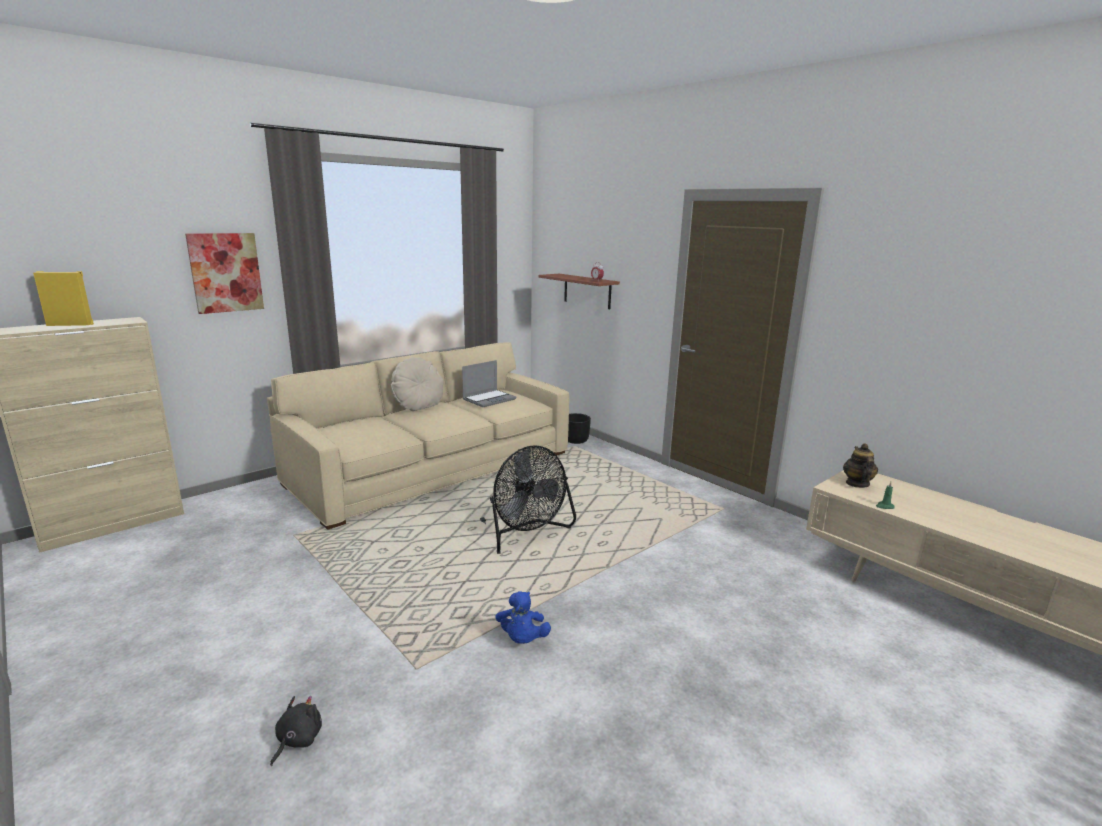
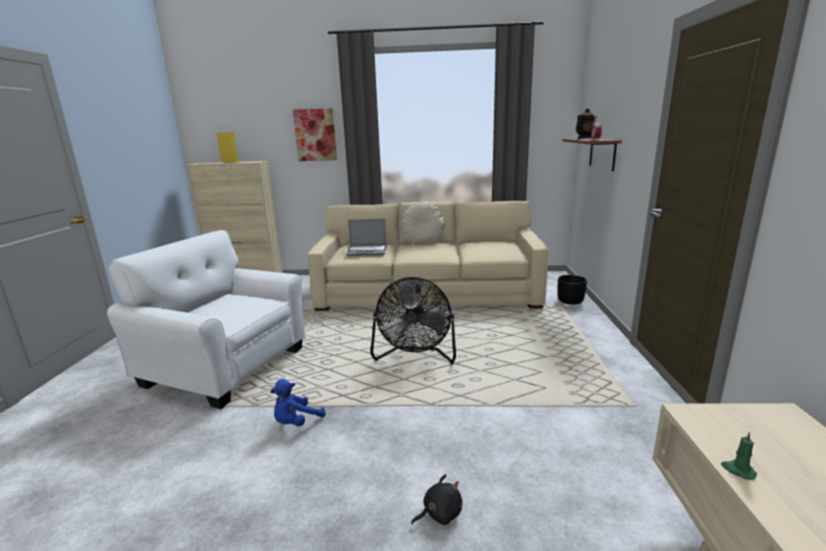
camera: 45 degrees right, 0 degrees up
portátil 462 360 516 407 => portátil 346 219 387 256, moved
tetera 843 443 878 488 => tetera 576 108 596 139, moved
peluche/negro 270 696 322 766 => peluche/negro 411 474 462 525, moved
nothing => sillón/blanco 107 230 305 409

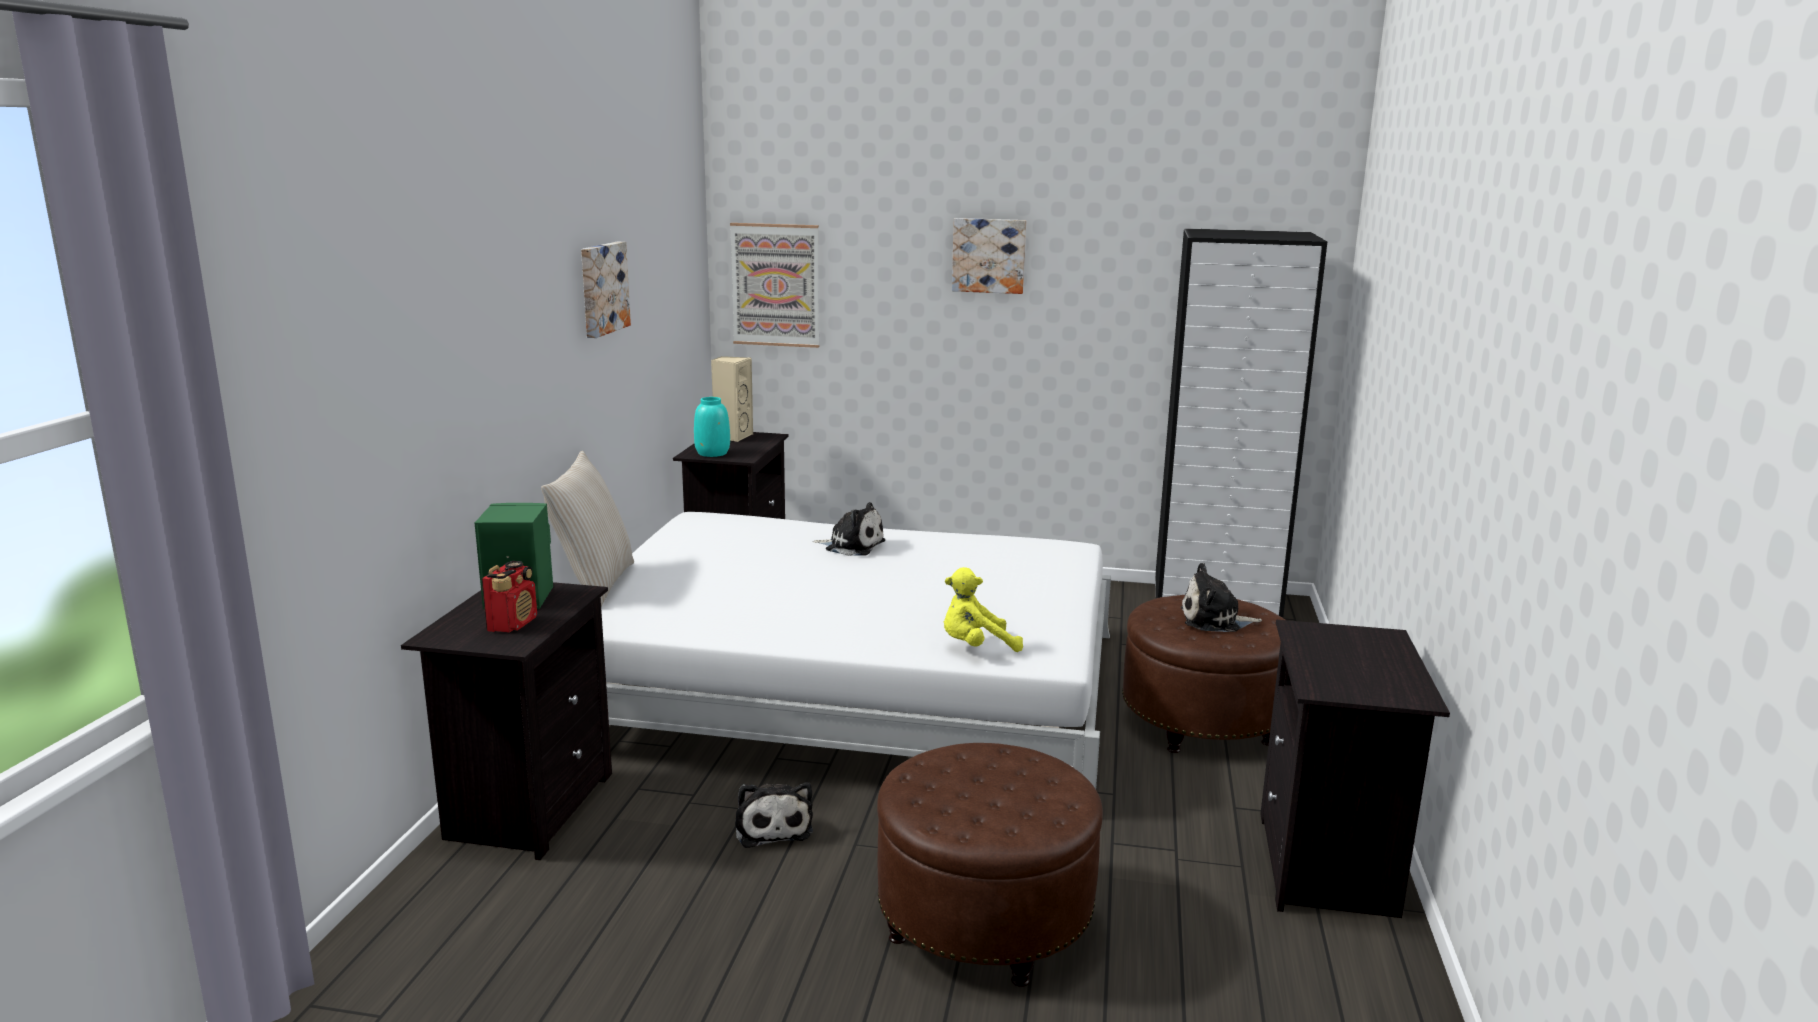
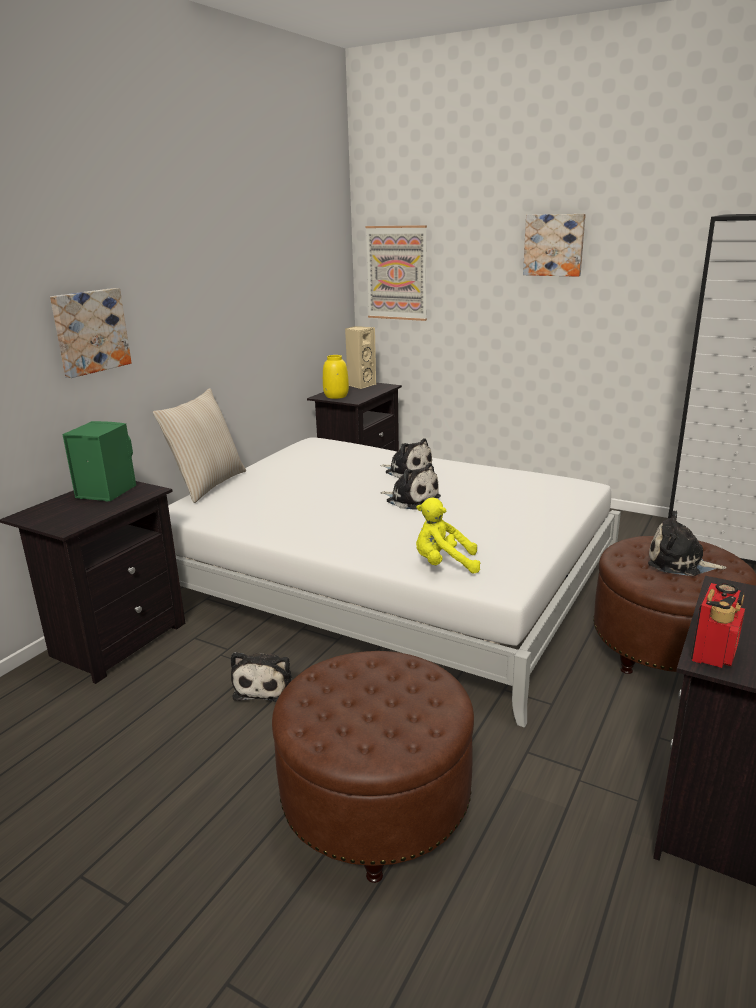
camera: 20 degrees right, 5 degrees up
cuadro 581 242 631 338 => cuadro 50 288 132 378, moved
florero/turquesa 694 397 730 457 => florero/amarillo 323 355 349 399
radio 482 561 537 633 => radio 691 582 745 668, moved
nothing => peluche 380 463 441 510

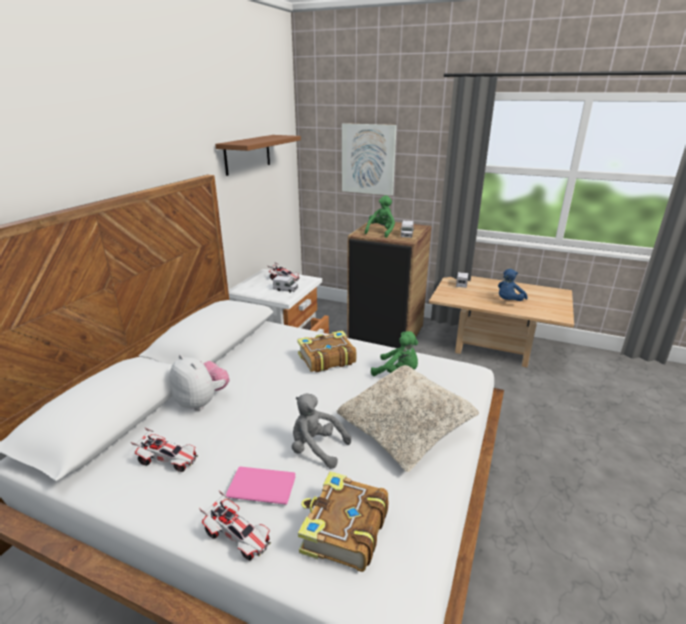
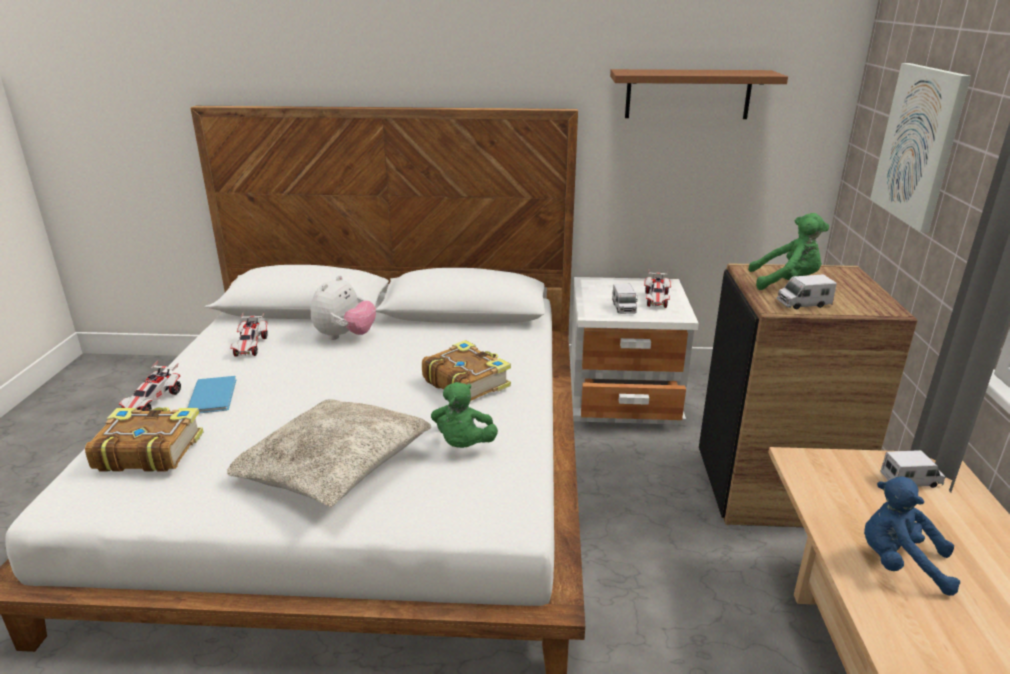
camera: 70 degrees right, 0 degrees up
peluche/gris 292 393 351 469 => nothing
libro/rosa 226 467 296 505 => libro/azul 188 376 236 413

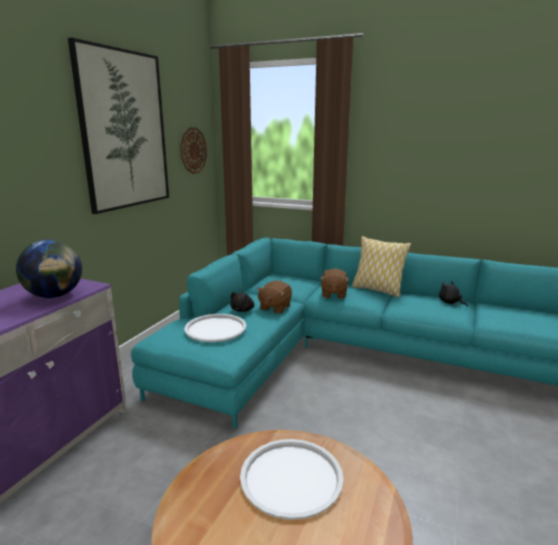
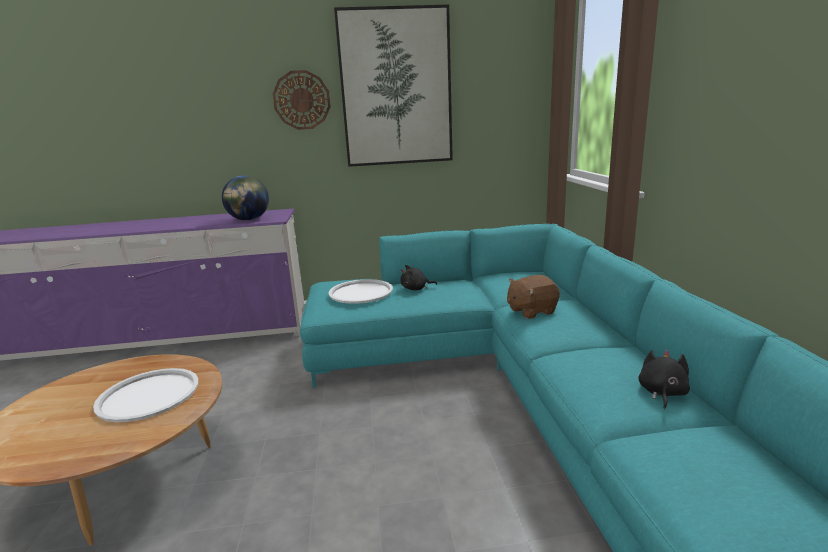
camera: 60 degrees right, 0 degrees up
reloj de pared 180 127 207 174 => reloj de pared 273 70 331 130, moved
cojín 352 236 411 298 => nothing
peluche/marrón 257 280 292 314 => nothing

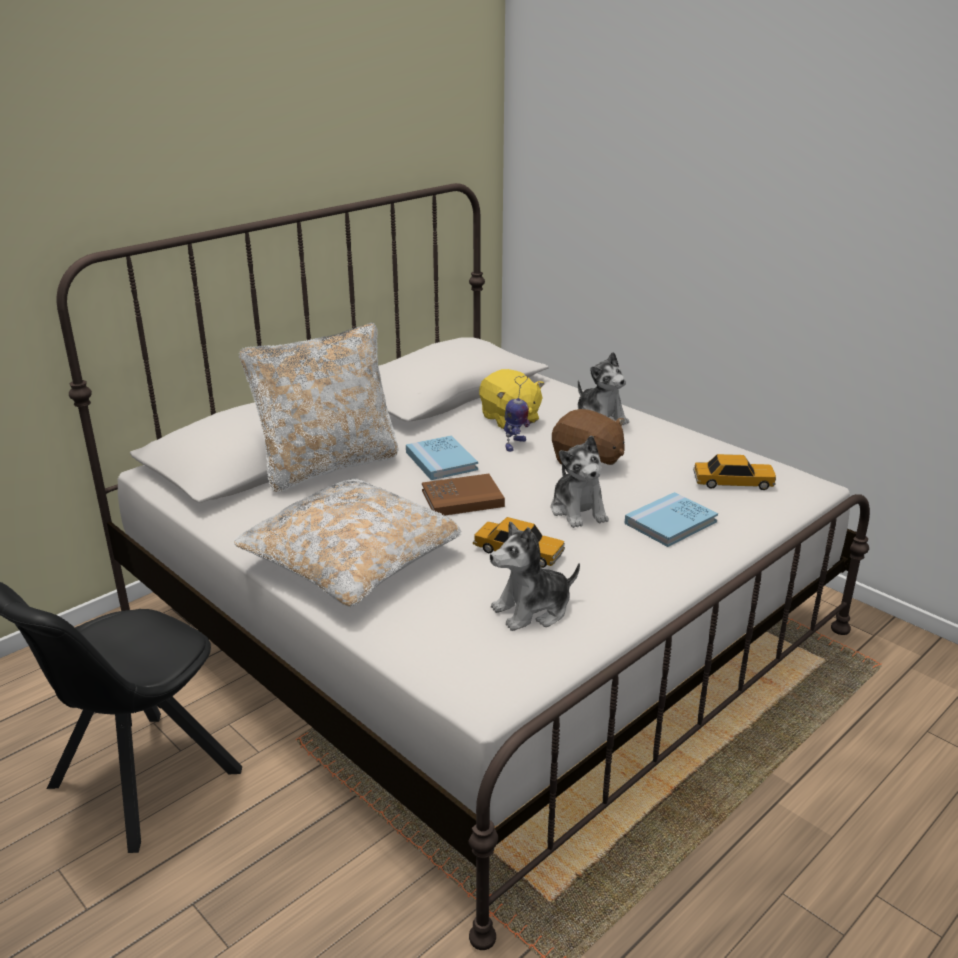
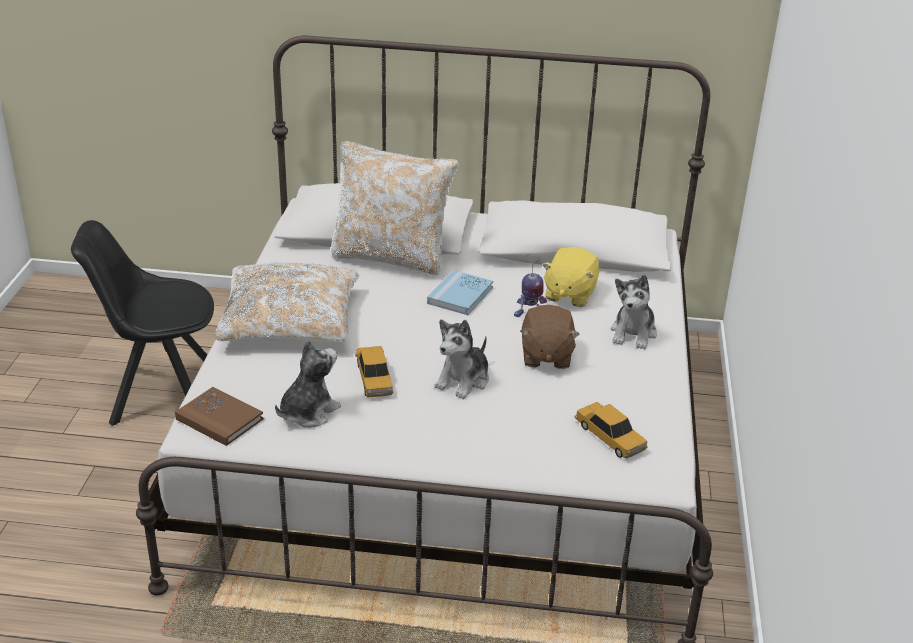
camera: 50 degrees right, 5 degrees up
libro/marrón 422 474 505 515 => libro/marrón 175 387 264 446, moved
libro/azul 624 492 718 547 => nothing
peluche 490 521 580 631 => peluche 275 340 341 428, 105 degrees clockwise

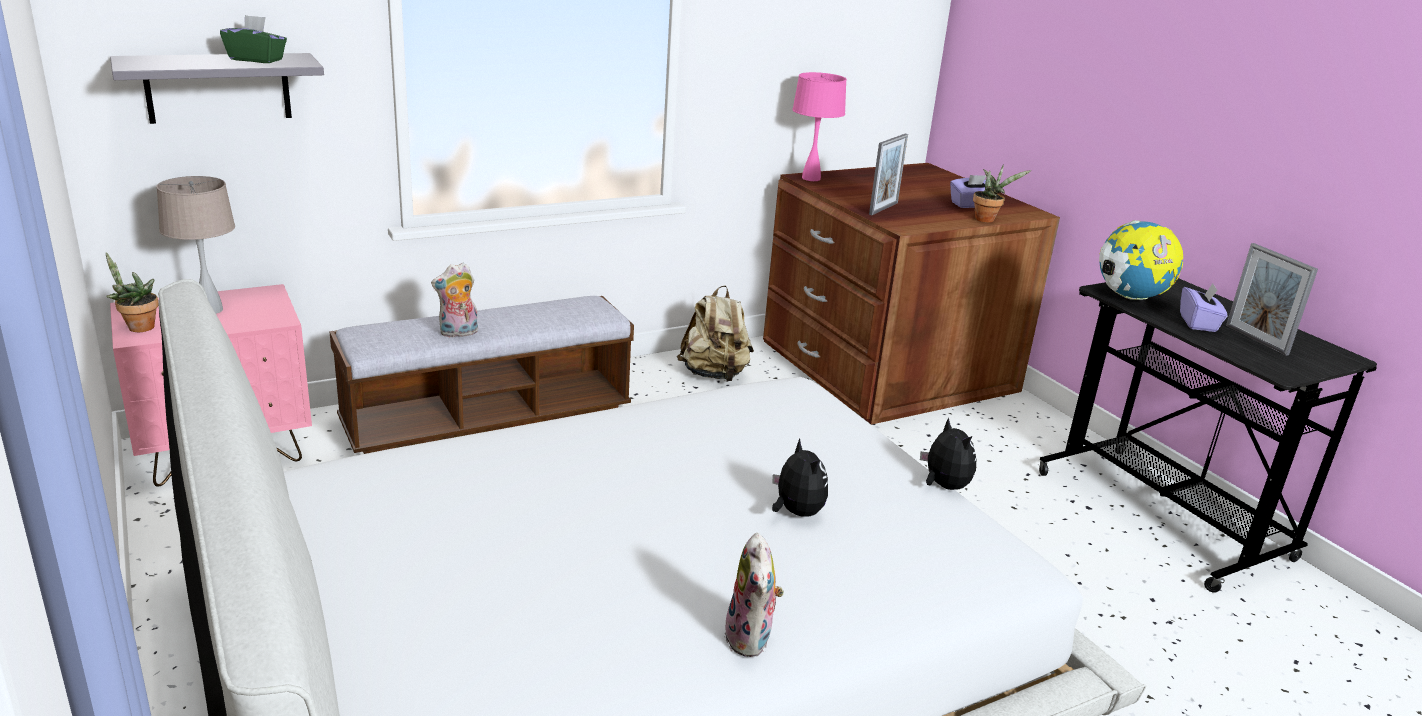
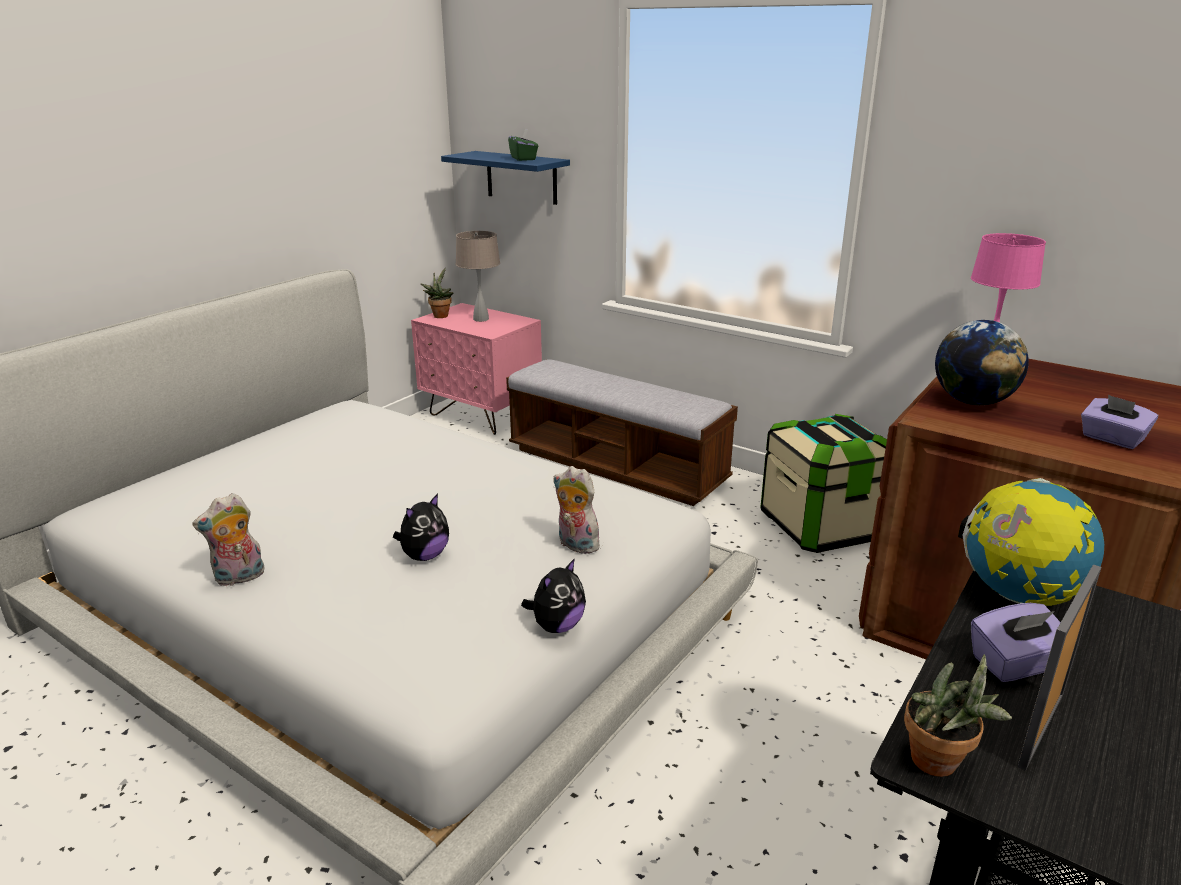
camera: 65 degrees right, 0 degrees up
estante/gris 110 53 324 124 => estante/azul 441 151 570 205
portarretratos 869 134 908 215 => globo terráqueo 935 320 1029 405
planta en maceta 973 164 1032 223 => planta en maceta 904 654 1012 777, moved
peluche 431 263 478 338 => peluche 553 466 600 554, moved
mochila/beis 677 285 754 382 => caja de almacenaje 760 414 887 553

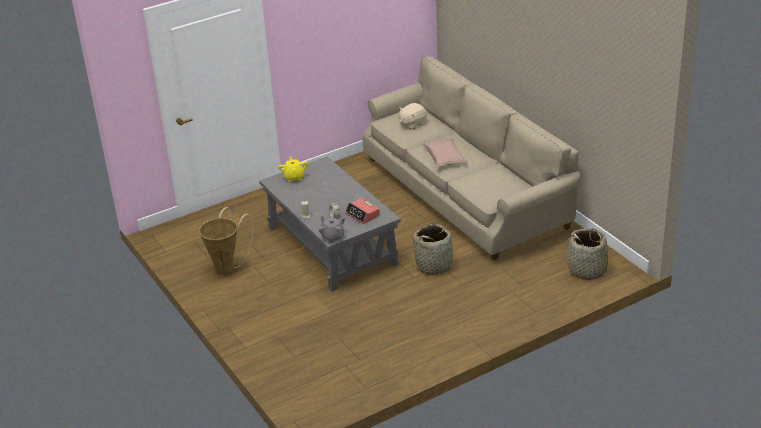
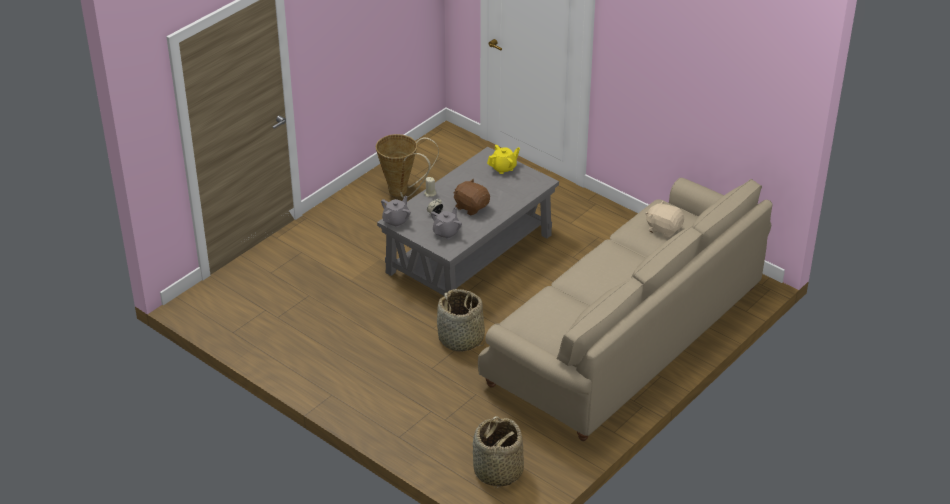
camera: 70 degrees right, 5 degrees up
cojín/beis 422 138 468 168 => nothing
despertador 345 198 380 224 => tetera/gris 431 207 462 239
nothing => peluche/marrón 454 179 490 216

